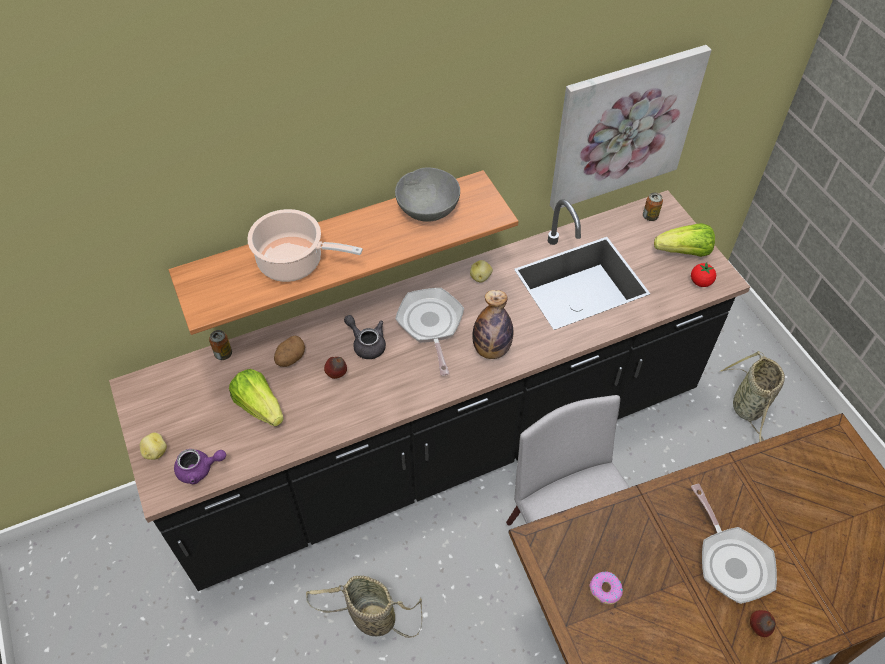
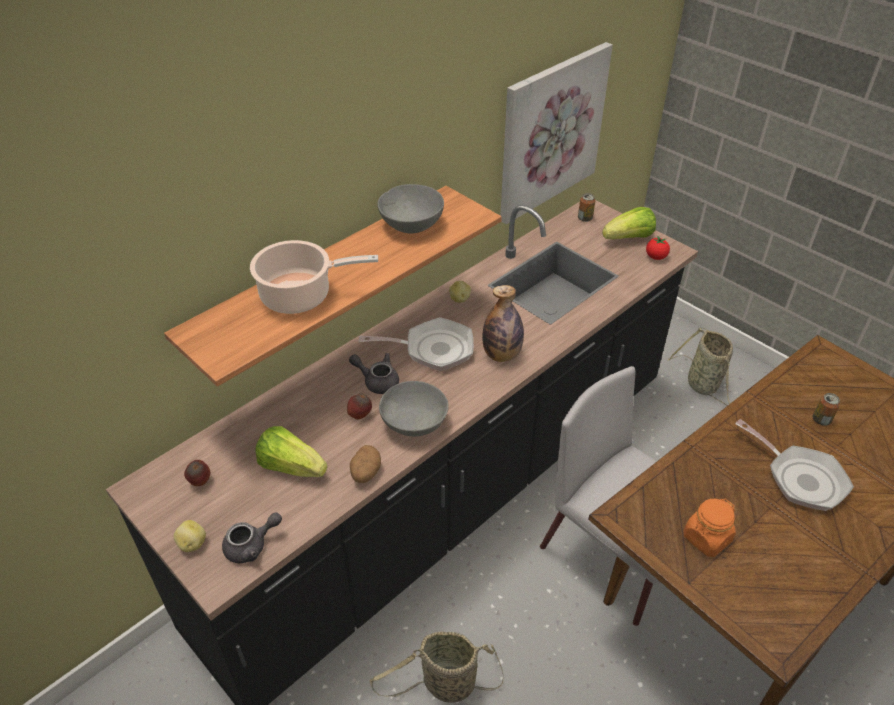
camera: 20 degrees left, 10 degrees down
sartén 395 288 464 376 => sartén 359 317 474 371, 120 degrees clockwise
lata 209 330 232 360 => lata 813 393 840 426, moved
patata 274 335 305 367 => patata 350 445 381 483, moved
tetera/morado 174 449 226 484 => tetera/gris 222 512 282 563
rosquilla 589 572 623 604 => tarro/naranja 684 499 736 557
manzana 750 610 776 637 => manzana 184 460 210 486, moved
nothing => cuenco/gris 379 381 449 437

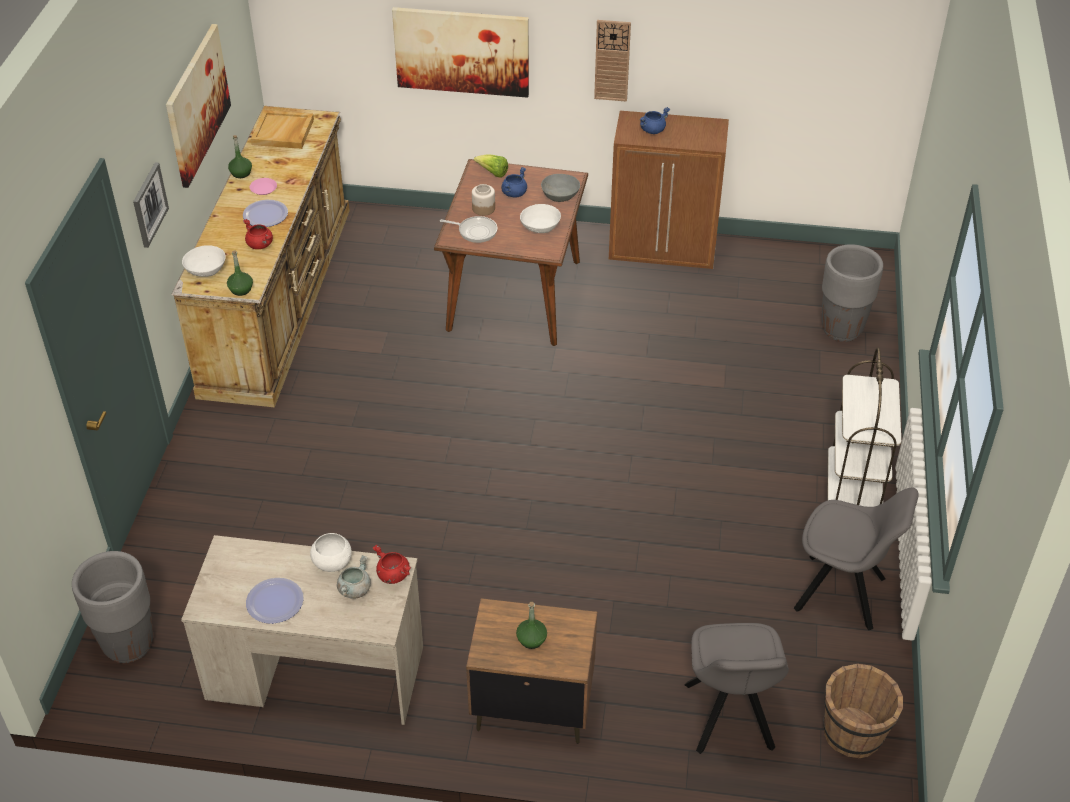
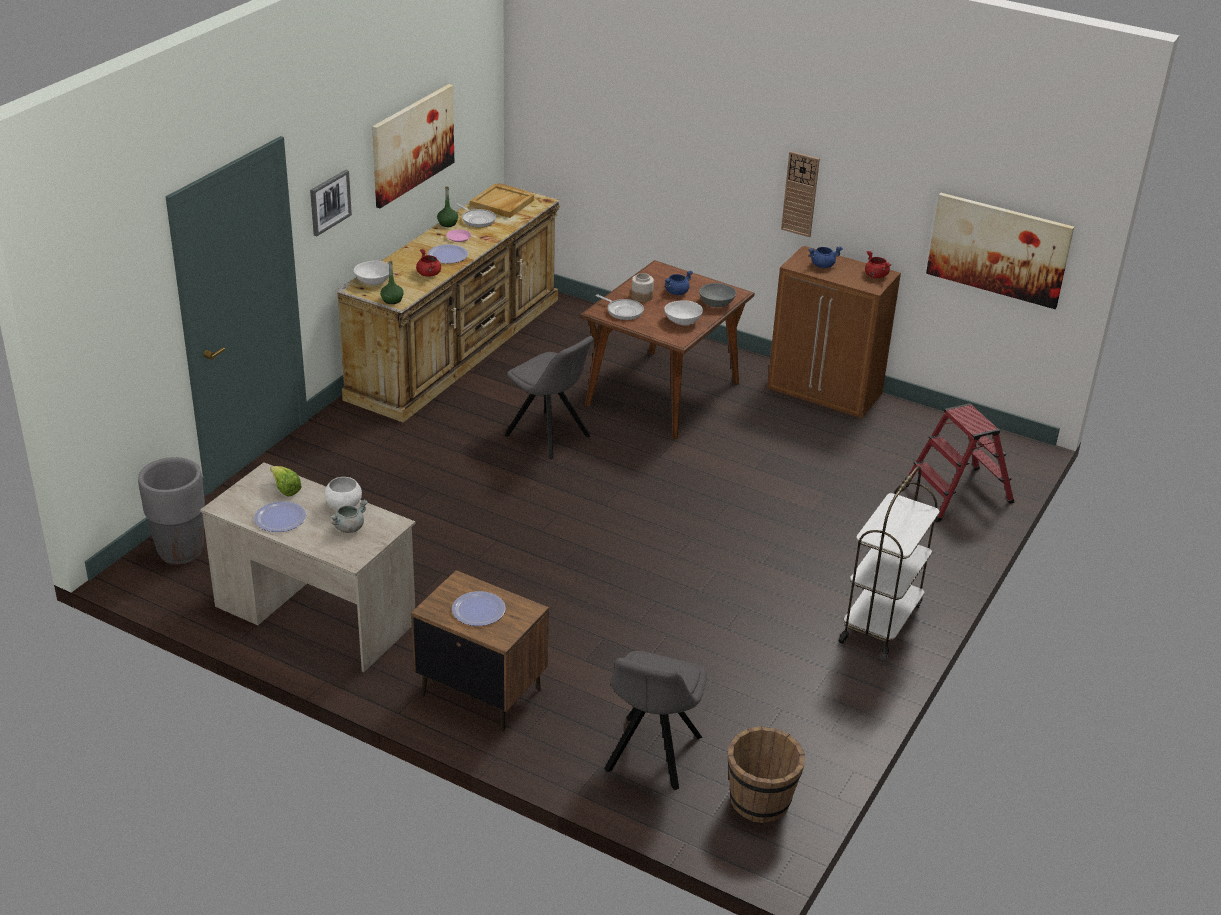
camera: 20 degrees right, 10 degrees down
cuadro 392 7 529 98 => cuadro 926 193 1074 309, moved
lechuga 474 155 508 178 => lechuga 270 466 302 496, moved
maceta/gris 822 244 883 342 => escalera de tijera/rojo 906 403 1015 522
silla/gris 794 487 919 630 => silla/gris 505 336 594 459, moved
olla/rojo 373 545 411 584 => olla/rojo 865 251 891 278, moved
botella/verde 516 602 547 649 => plato 452 591 506 626
nothing => sartén 456 203 496 227

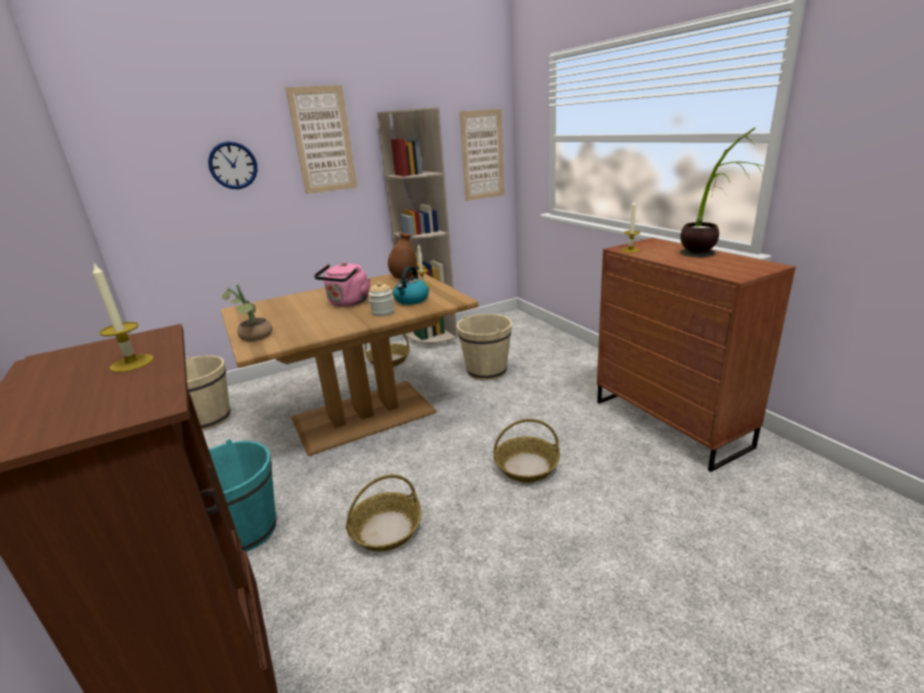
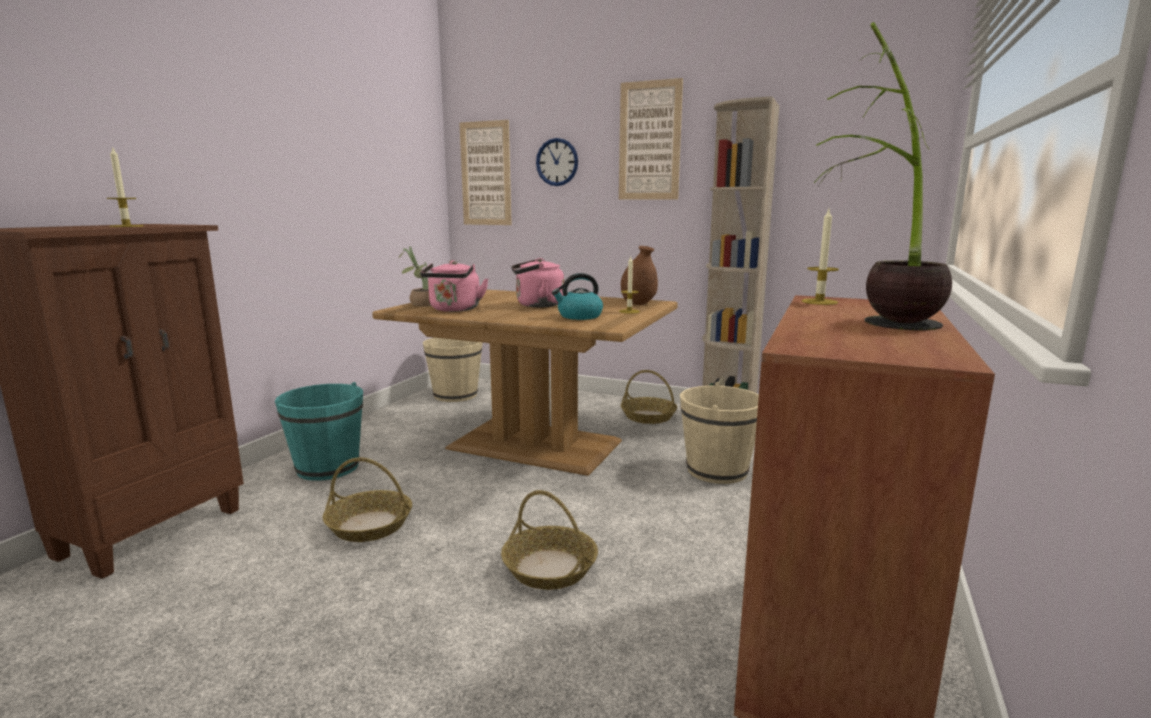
camera: 50 degrees right, 10 degrees down
cuadro 460 109 504 201 => cuadro 459 120 512 225, moved
tarro 368 282 395 317 => nothing
nothing => hervidor/rosa 420 260 488 312

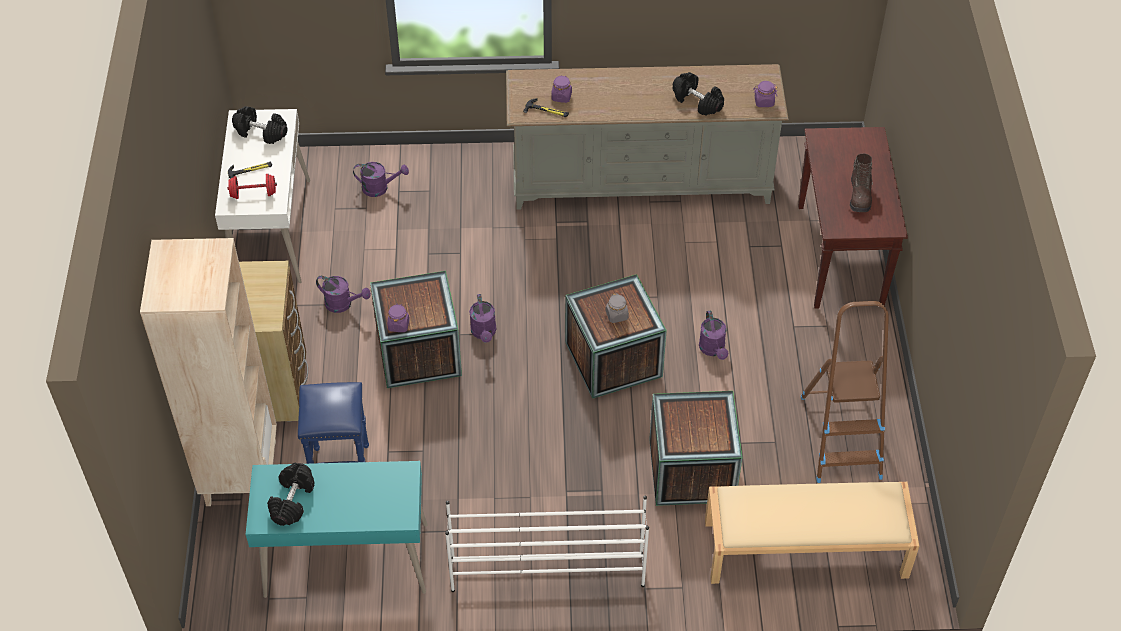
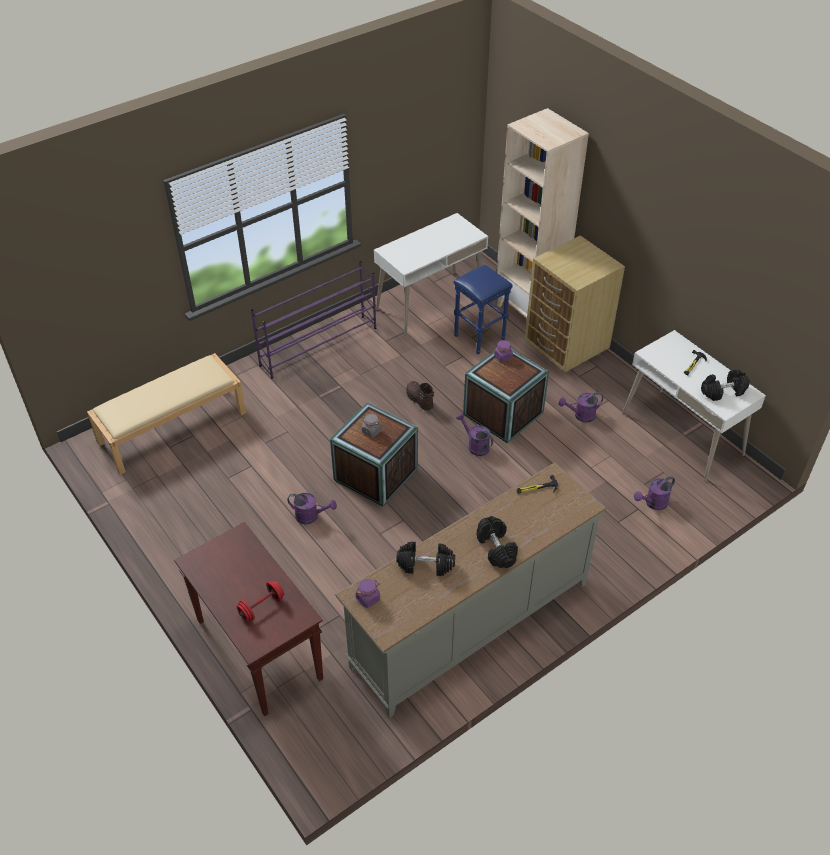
camera: 145 degrees right, 5 degrees down
tarro/morado 551 75 572 103 => nothing
bota/marrón 850 153 873 212 => bota/marrón 406 381 434 411, moved
mancuerna/rojo 227 174 277 199 => mancuerna/rojo 237 581 284 621, moved
escalera de tijera/marrón 801 301 889 483 => nothing
regadera/morado 699 311 728 360 => regadera/morado 287 493 337 524, 150 degrees clockwise
caja de embalaje 649 391 742 506 => nothing
escritorio/turquesa 245 461 428 598 => escritorio/blanco 374 213 488 336
mancuerna/negro 267 463 314 526 => mancuerna/negro 477 516 518 568, moved
zapatero/blanco 445 496 649 592 => zapatero/morado 251 261 376 379

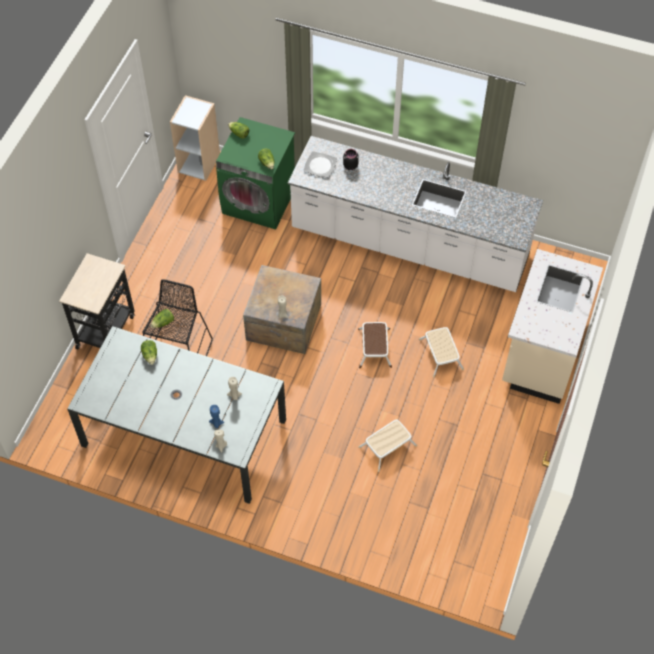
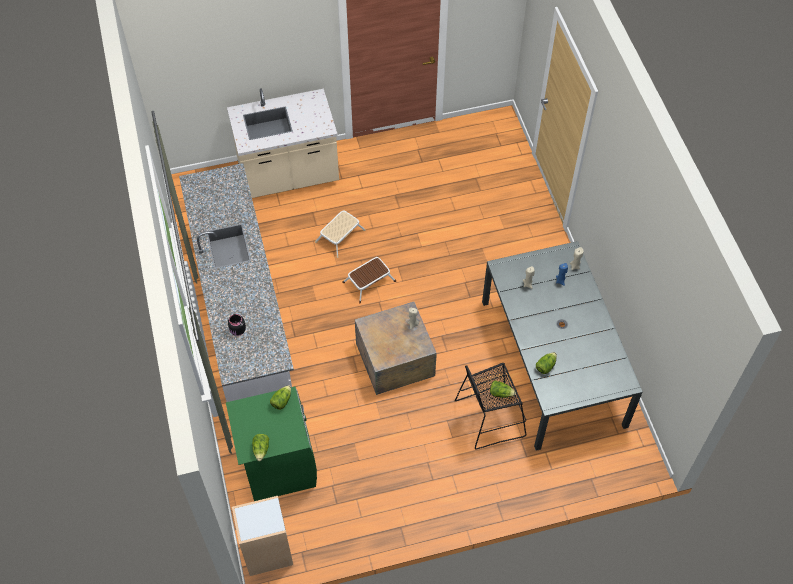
camera: 125 degrees left, 0 degrees up
plato 304 151 337 177 => nothing
carrito 59 253 135 350 => nothing
escalera de tijera/beis 358 419 417 472 => nothing

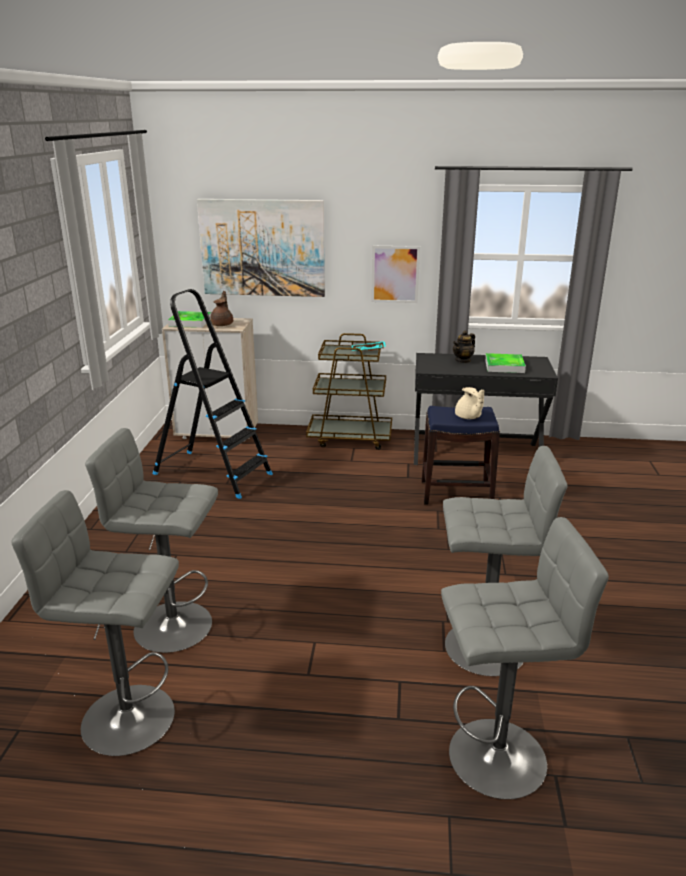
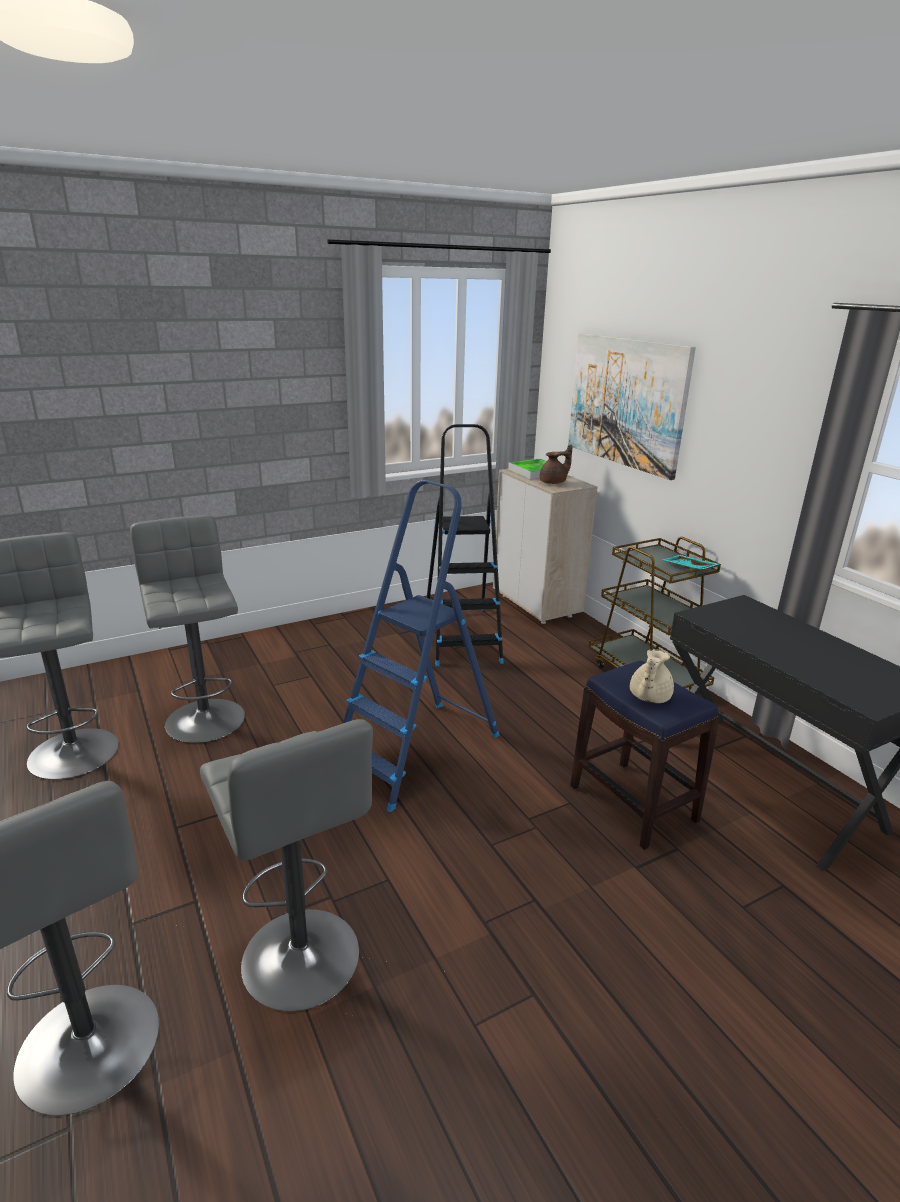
camera: 55 degrees right, 0 degrees up
cuadro 371 246 420 303 => nothing
tetera 453 330 475 363 => nothing
bandeja 485 353 526 373 => nothing
nothing => escalera de tijera/azul 343 480 500 812

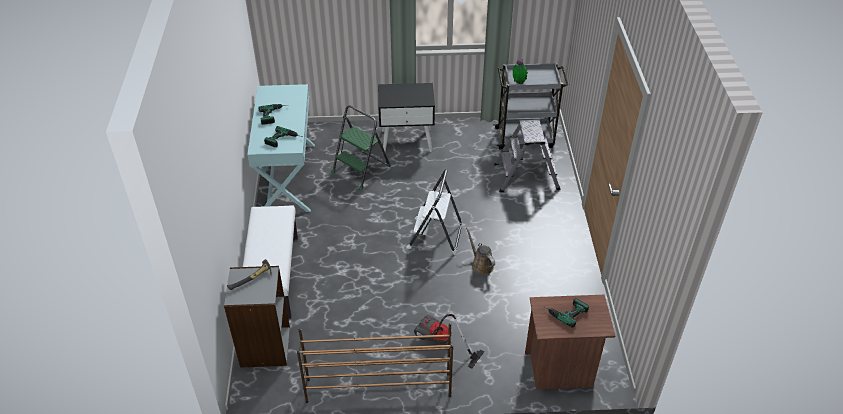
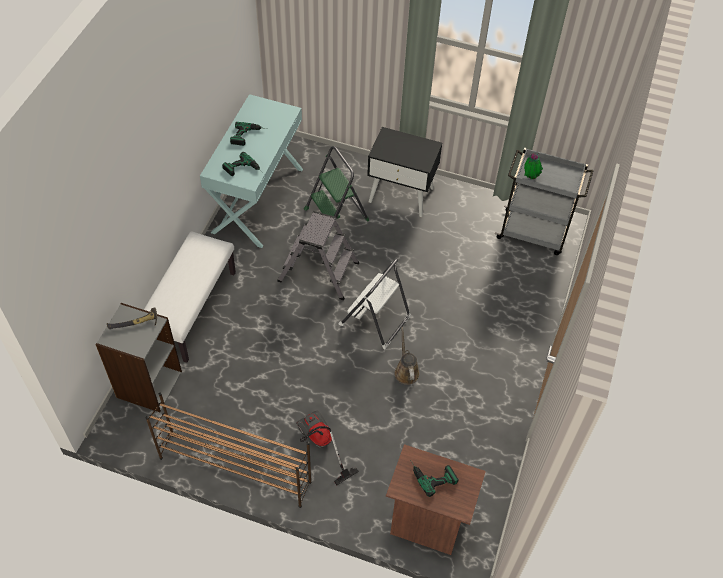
camera: 20 degrees right, 10 degrees up
escalera de tijera/gris 494 120 561 193 => escalera de tijera/gris 277 211 360 301, moved

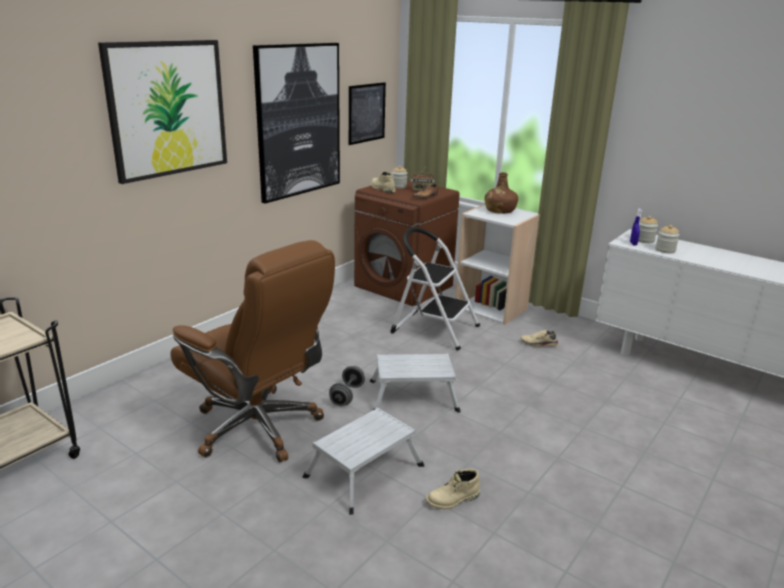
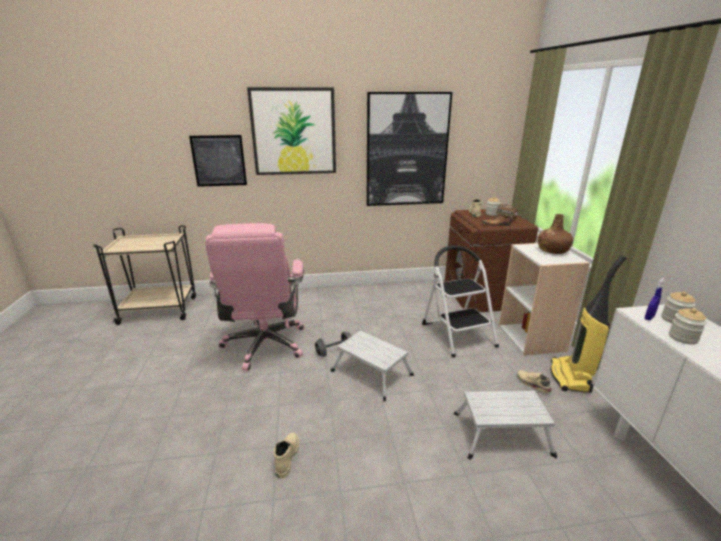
camera: 45 degrees right, 0 degrees up
cuadro 349 82 386 145 => cuadro 189 135 247 187, moved
silla de oficina/marrón 171 240 335 463 => silla de oficina/rosa 205 223 304 371
escalera de tijera/blanco 302 407 424 515 => escalera de tijera/blanco 453 390 557 460, moved
bota/beis 426 469 480 509 => bota/beis 273 433 299 478, 75 degrees clockwise
nothing => aspiradora 551 255 627 393

